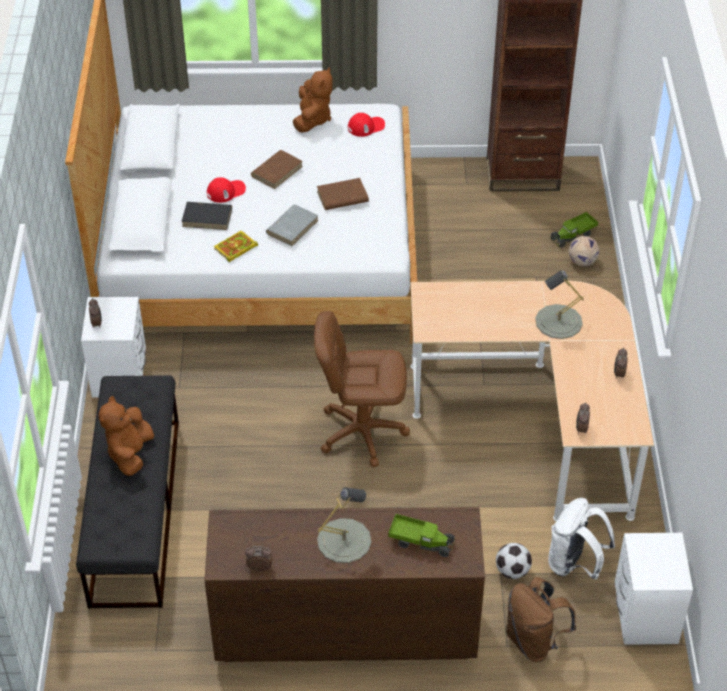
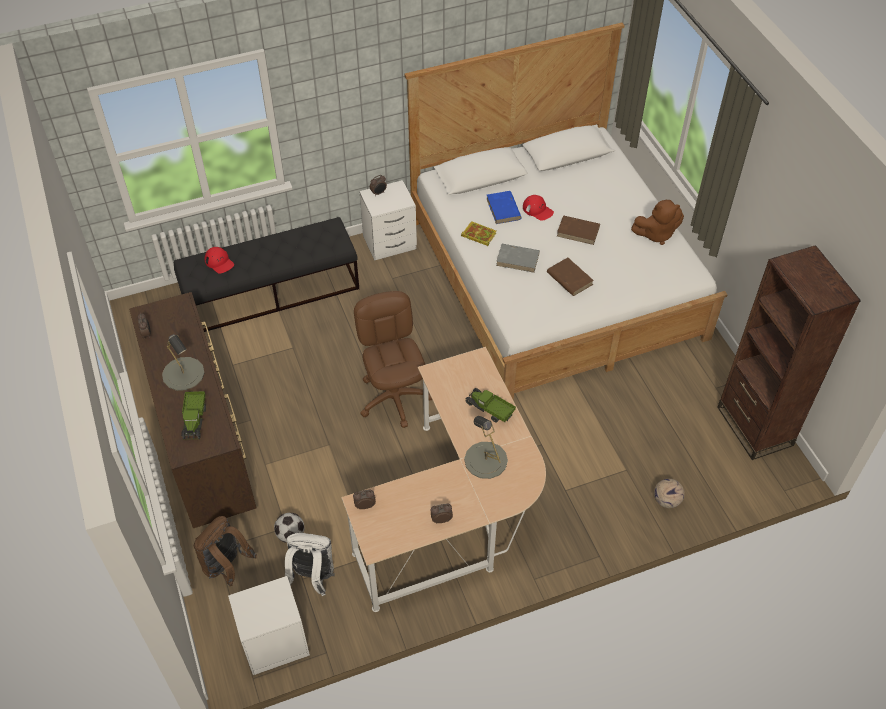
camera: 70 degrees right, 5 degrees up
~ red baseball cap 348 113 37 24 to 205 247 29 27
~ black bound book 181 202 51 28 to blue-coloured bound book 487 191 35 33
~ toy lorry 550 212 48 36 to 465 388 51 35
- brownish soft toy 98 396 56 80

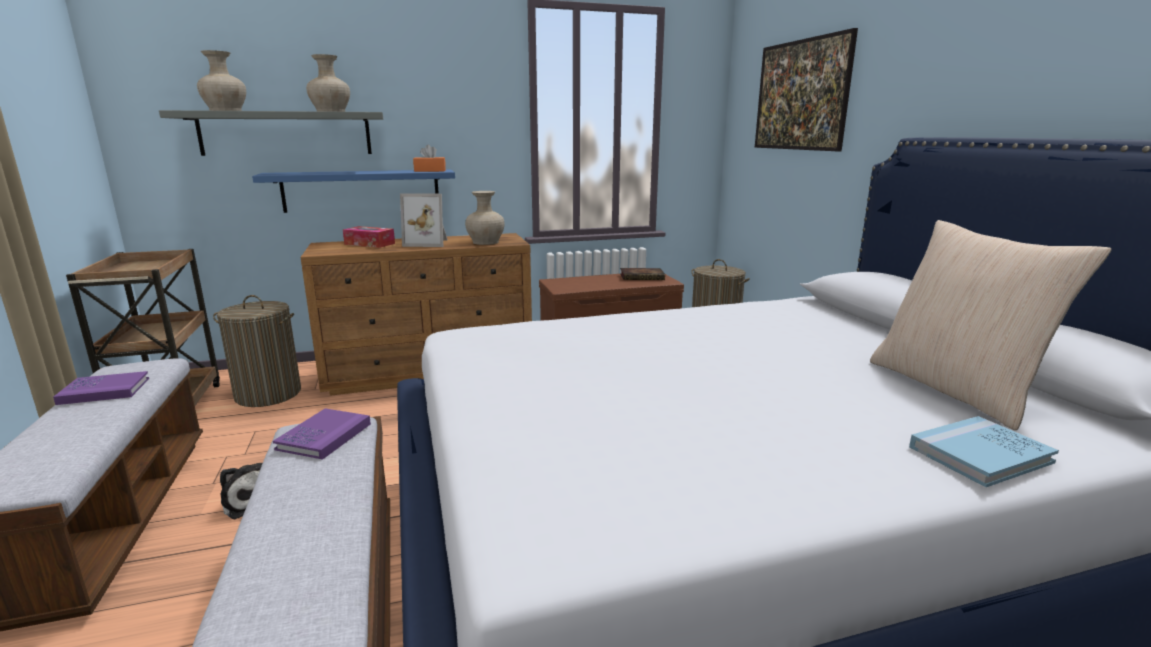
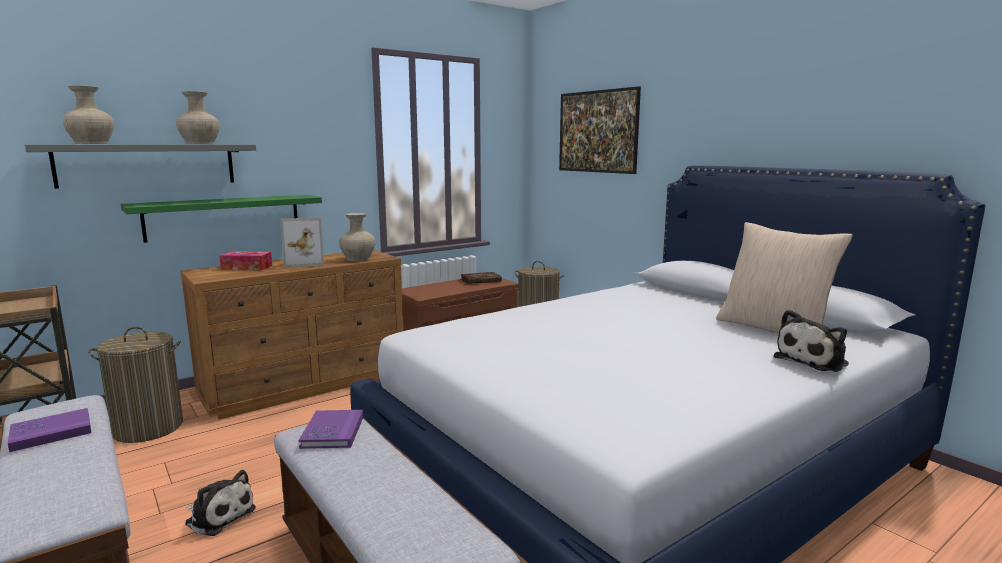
camera: 20 degrees left, 5 degrees down
- orange-coloured box of tissues 413 145 33 27
~ blue-coloured shelf 252 170 203 43 to green shelf 121 195 201 48
~ blue-coloured bound book 909 416 150 71 to soft toy 773 310 76 62

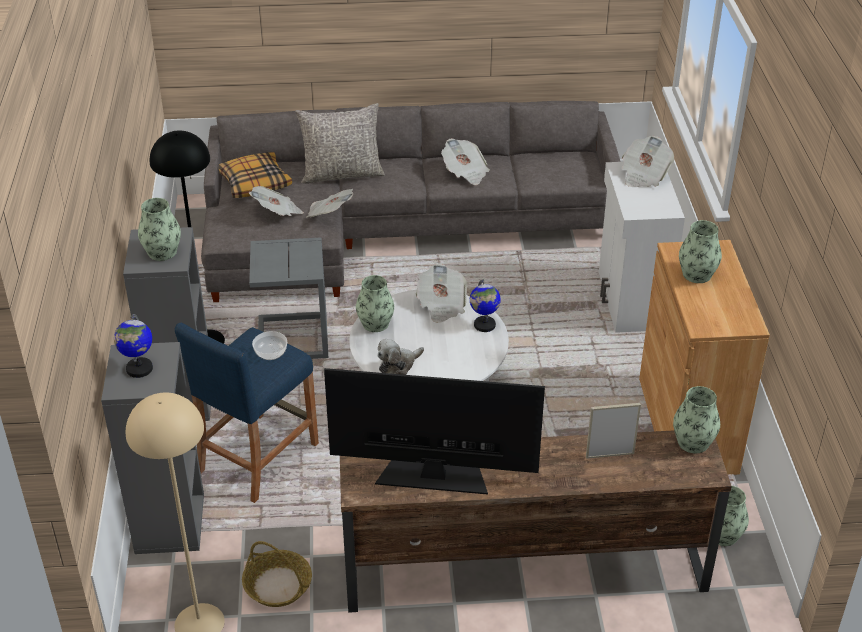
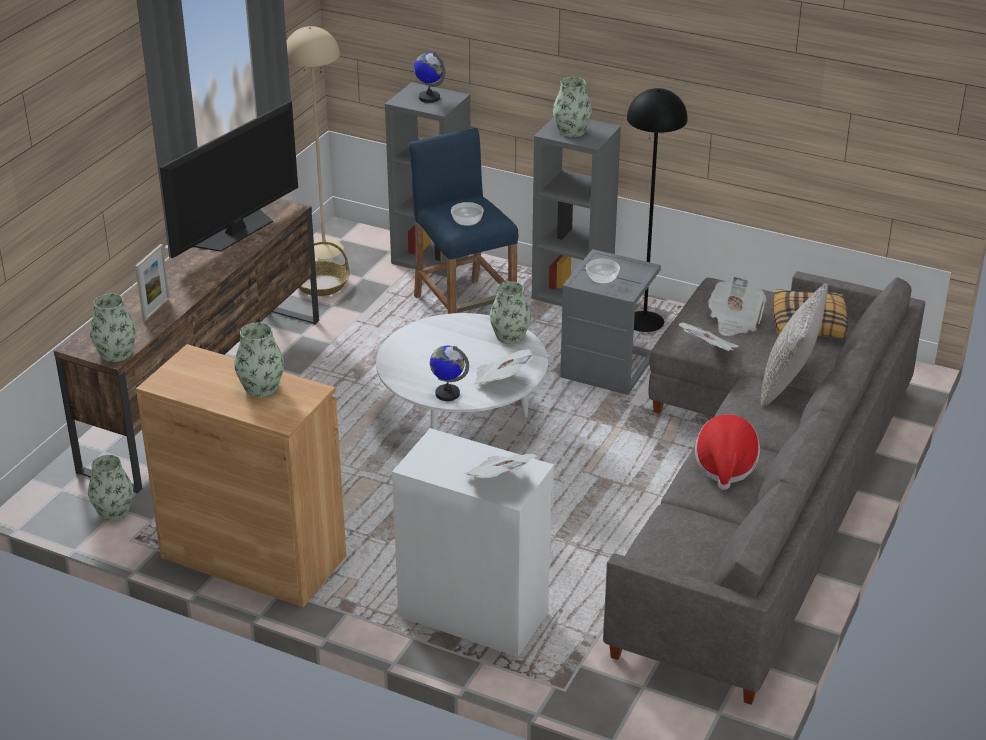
camera: 120 degrees right, 5 degrees down
~ newspaper 441 138 49 47 to clothing hat 695 414 65 76
- soft toy 377 339 47 36
+ deep dish 586 259 34 25

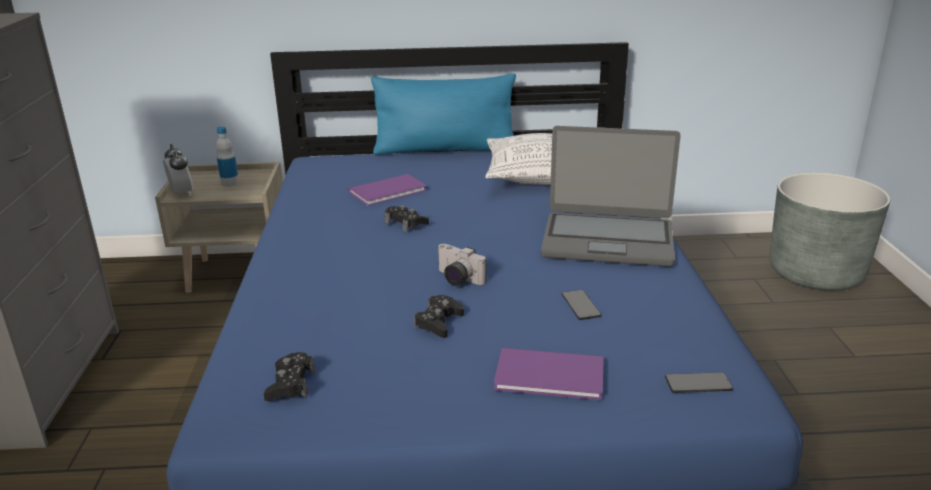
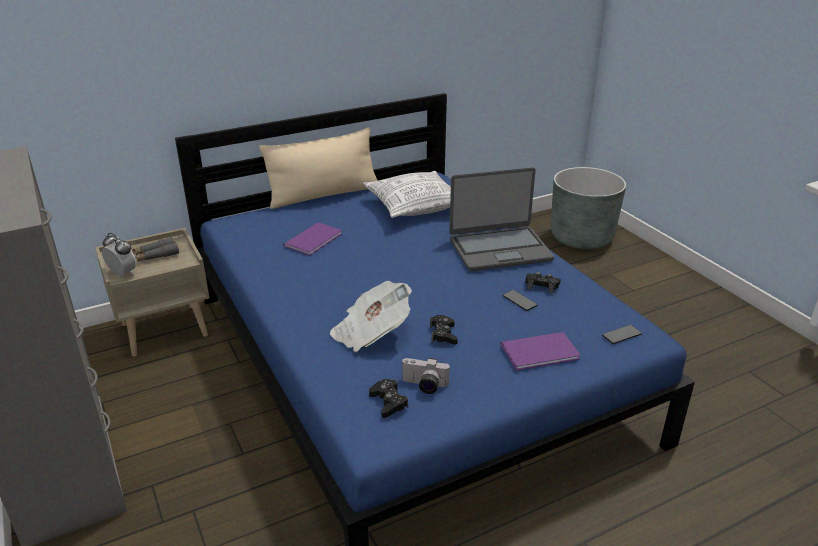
camera: 25 degrees left, 5 degrees up
~ blue-coloured cushion 371 73 145 82 to beige cushion 259 128 119 81
~ bottle 216 126 23 61 to gray field glasses 132 237 47 24
~ black game controller 384 205 45 27 to 525 272 36 21
~ photo camera 437 244 50 42 to 401 358 49 36
+ newspaper 330 281 82 71

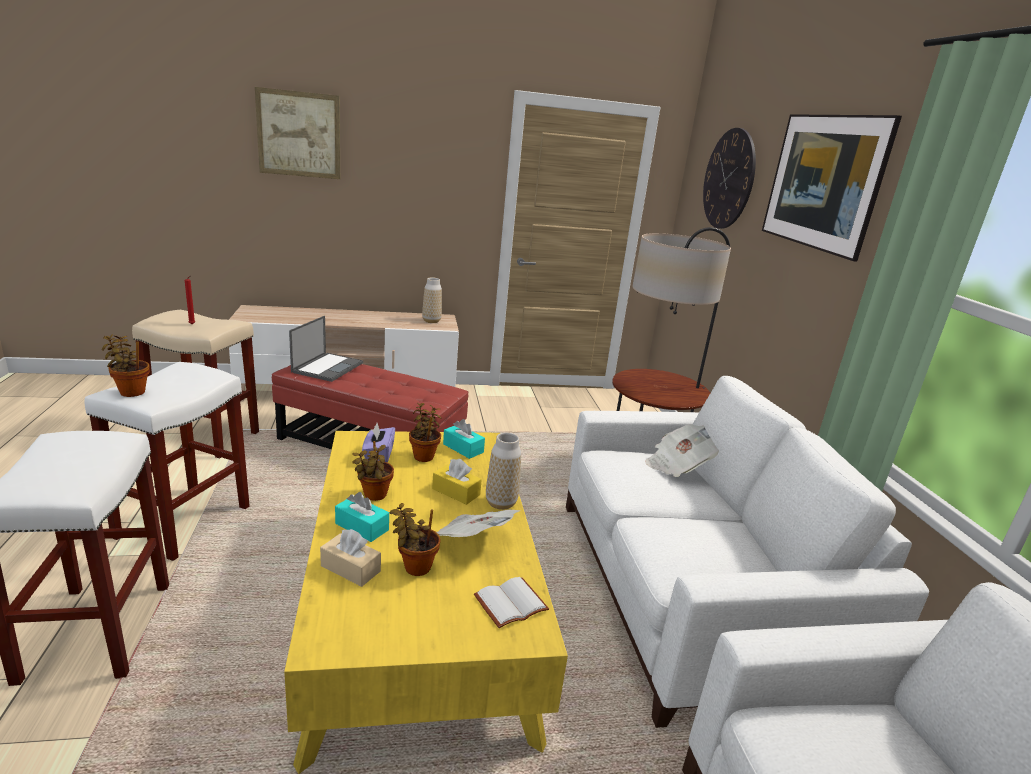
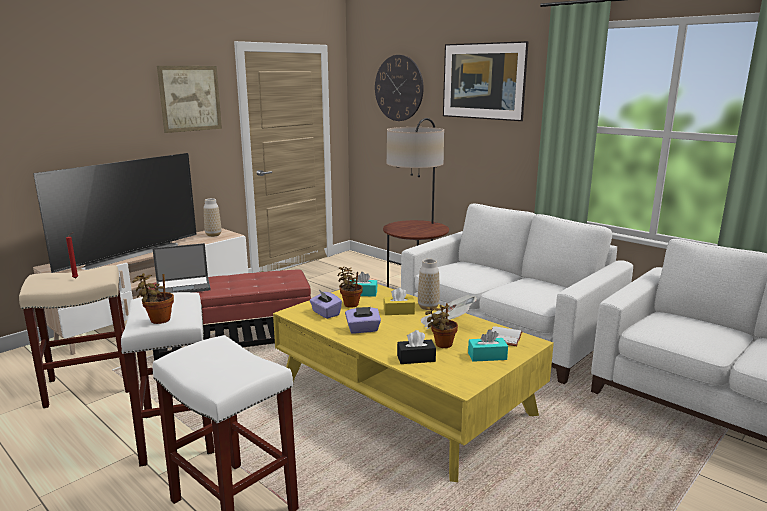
camera: 35 degrees left, 5 degrees down
~ wall picture 255 87 85 92 to 157 66 65 67
~ laptop 289 316 74 66 = 152 243 59 50 90 degrees clockwise
- newspaper 645 424 74 53
~ potted plant 352 441 42 60 to purplish box of tissues 345 307 36 27
~ turquoise box of tissues 335 492 54 50 to 468 329 40 33
~ beige box of tissues 320 529 61 58 to black box of tissues 397 330 39 34
+ TV 33 153 164 120

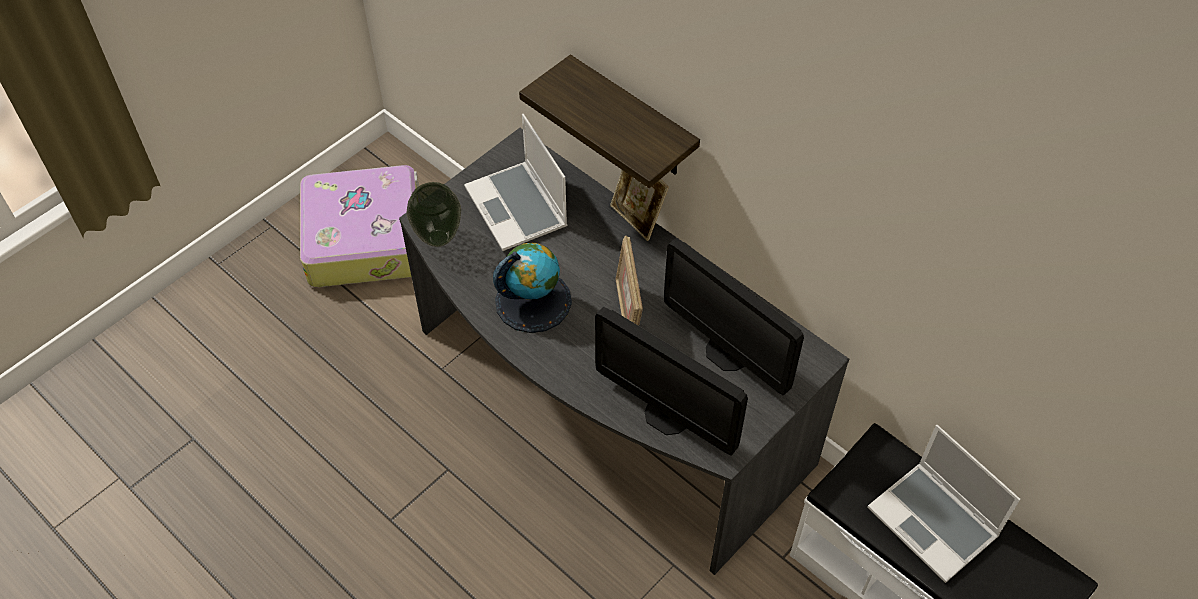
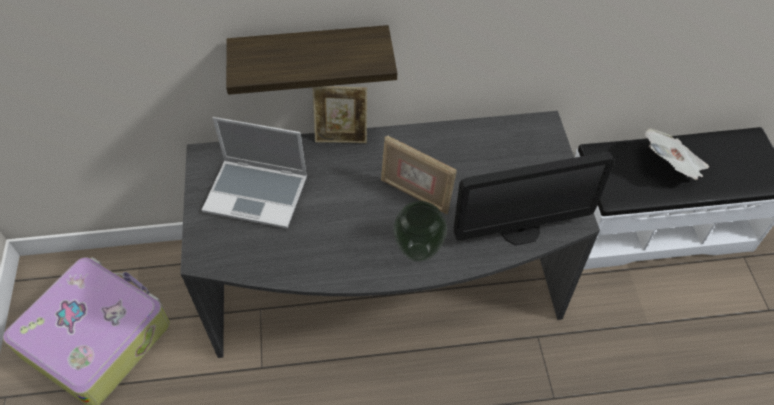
camera: 50 degrees left, 0 degrees up
~ flower vase 407 182 54 65 to 393 201 54 61
- monitor 664 238 140 158
- globe 493 243 79 90
~ laptop 868 425 152 158 to newspaper 645 129 64 51

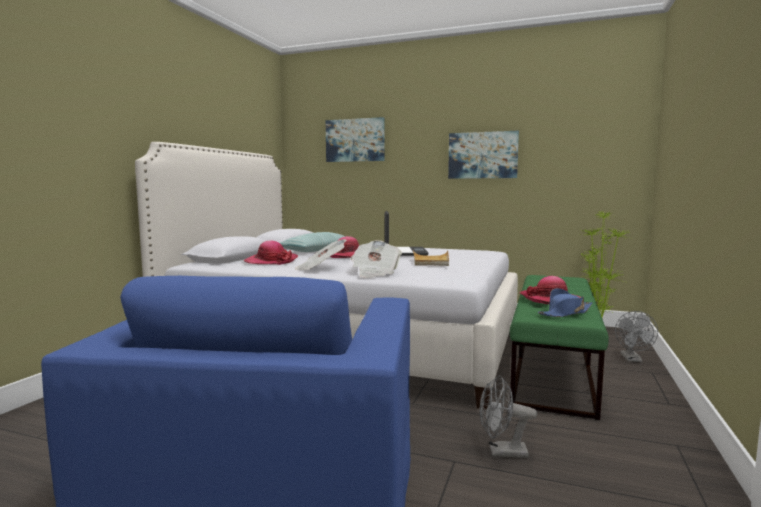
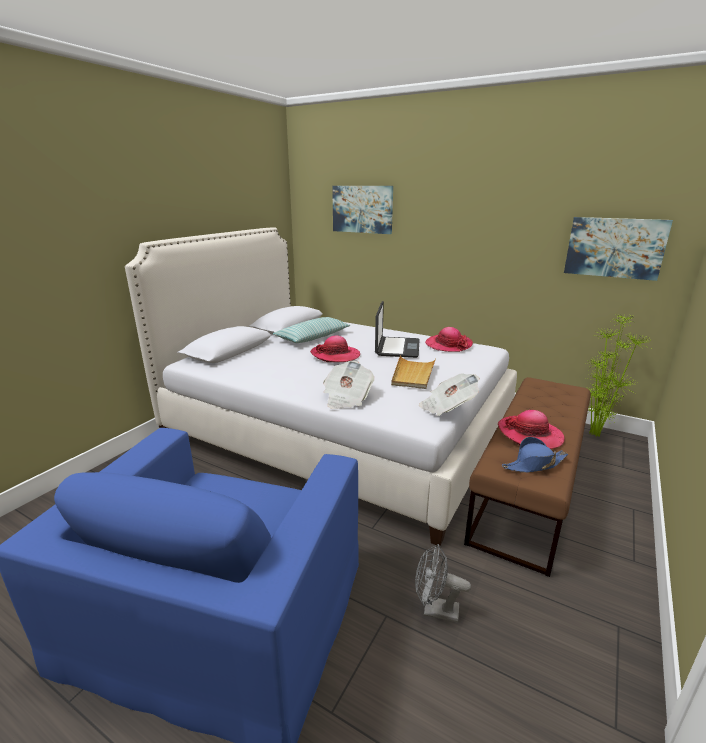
camera: 10 degrees right, 15 degrees up
~ wall picture 448 131 71 48 to 564 217 109 64
~ newspaper 295 239 52 31 to 419 373 61 43
~ clothing hat 244 241 54 24 to 425 327 48 25
~ green long seat 510 275 99 145 to brownish long seat 464 377 127 200
- gray electric fan 615 311 43 51

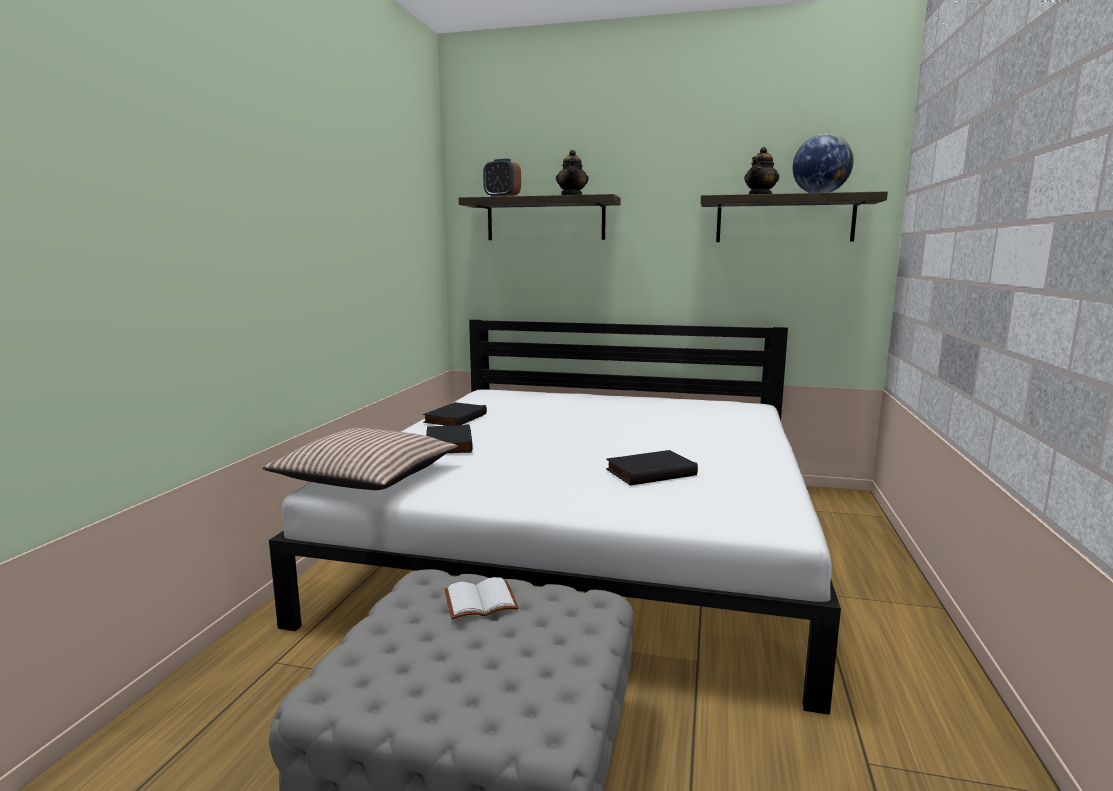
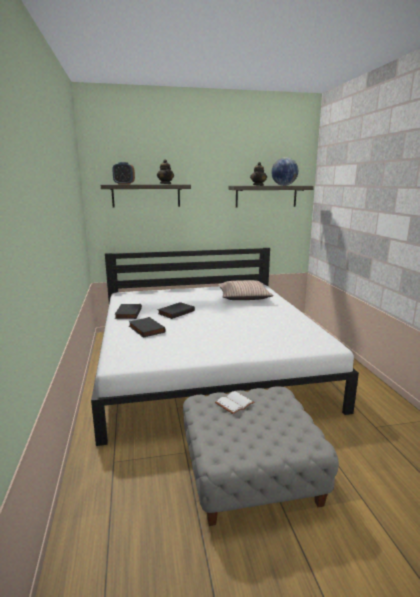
camera: 25 degrees left, 5 degrees up
~ cushion 262 428 196 62 to 218 280 56 20
~ black bound book 606 450 92 35 to 157 302 38 17

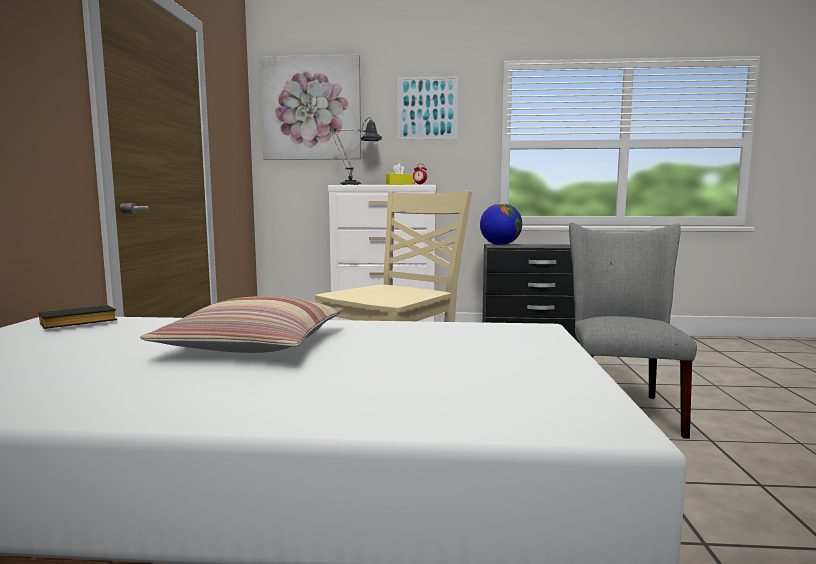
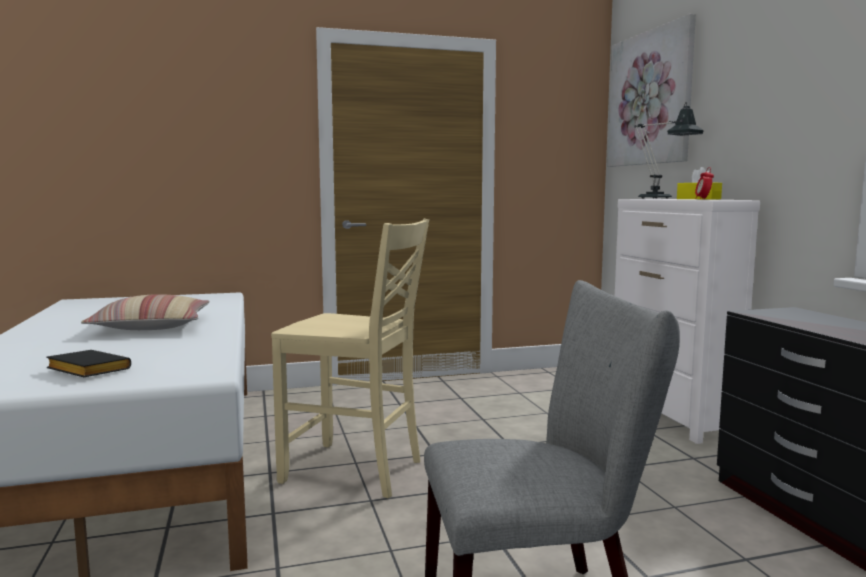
camera: 70 degrees right, 0 degrees up
- wall picture 397 76 61 64
- globe 480 203 42 42
~ black bound book 39 305 78 24 to 46 350 85 27

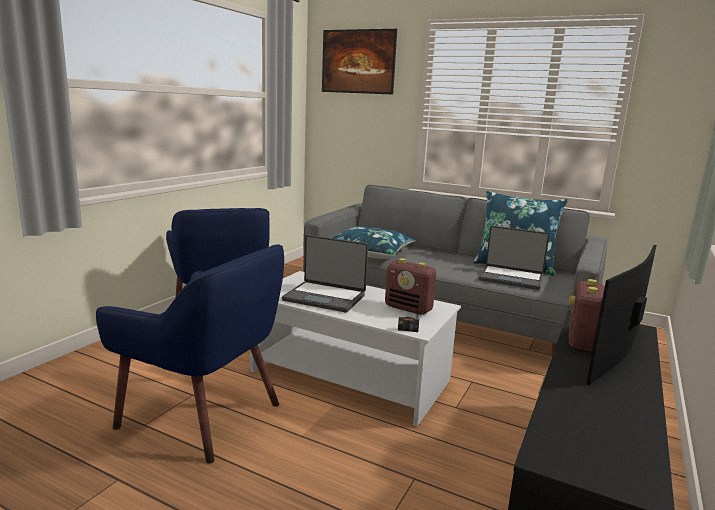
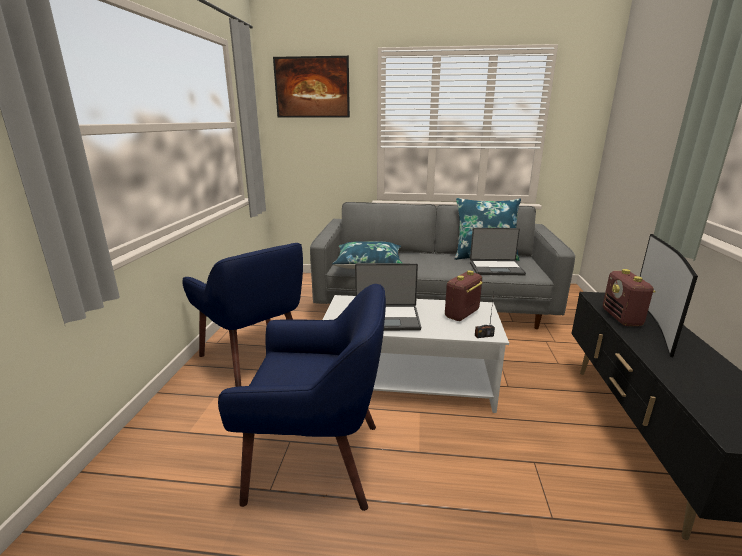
camera: 20 degrees left, 5 degrees up
~ radio receiver 385 258 51 57 = 445 270 38 51 120 degrees clockwise

